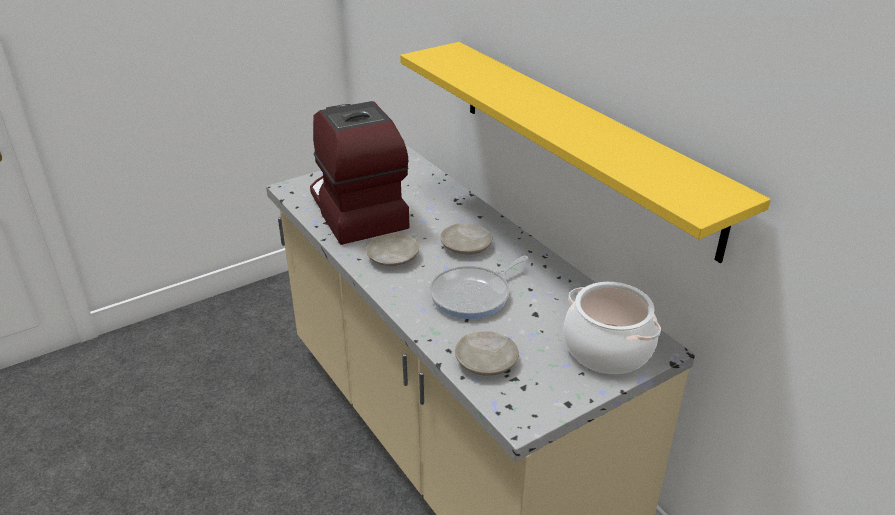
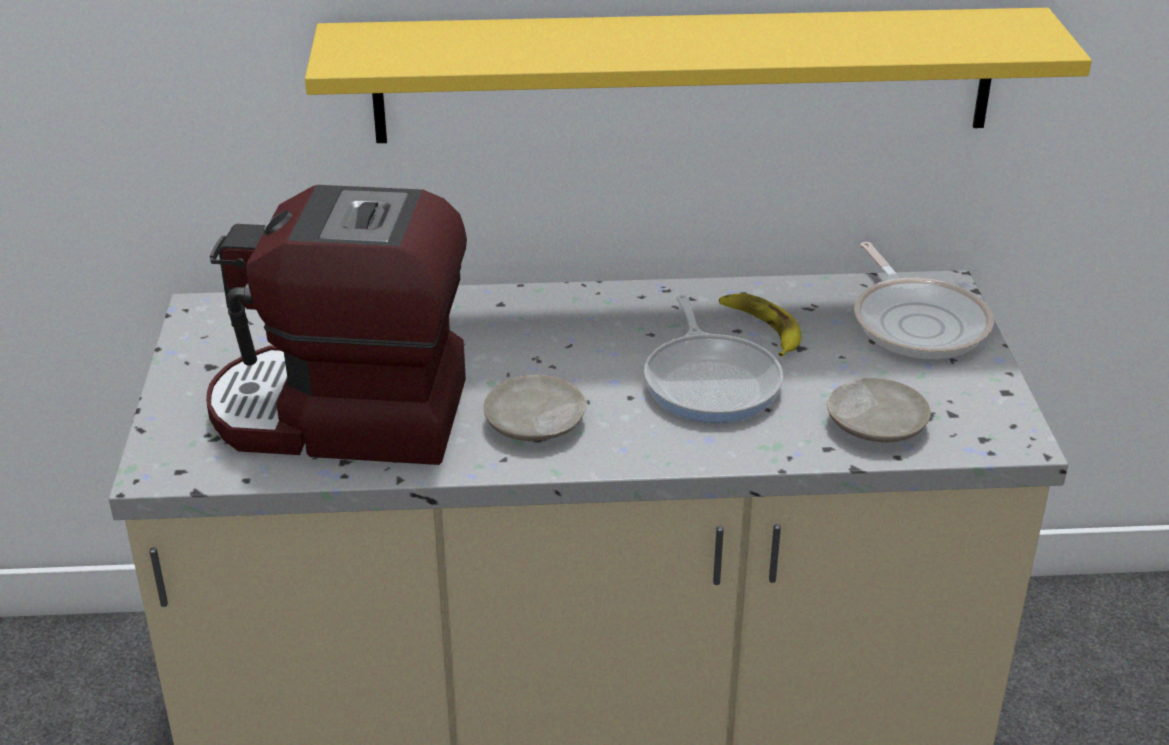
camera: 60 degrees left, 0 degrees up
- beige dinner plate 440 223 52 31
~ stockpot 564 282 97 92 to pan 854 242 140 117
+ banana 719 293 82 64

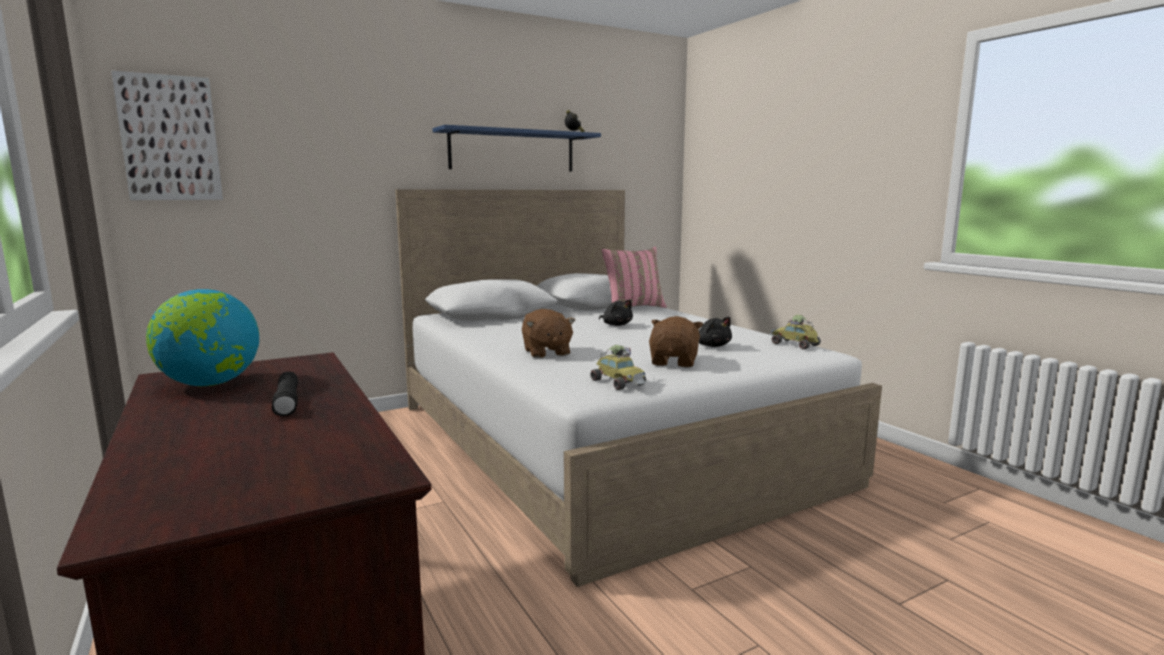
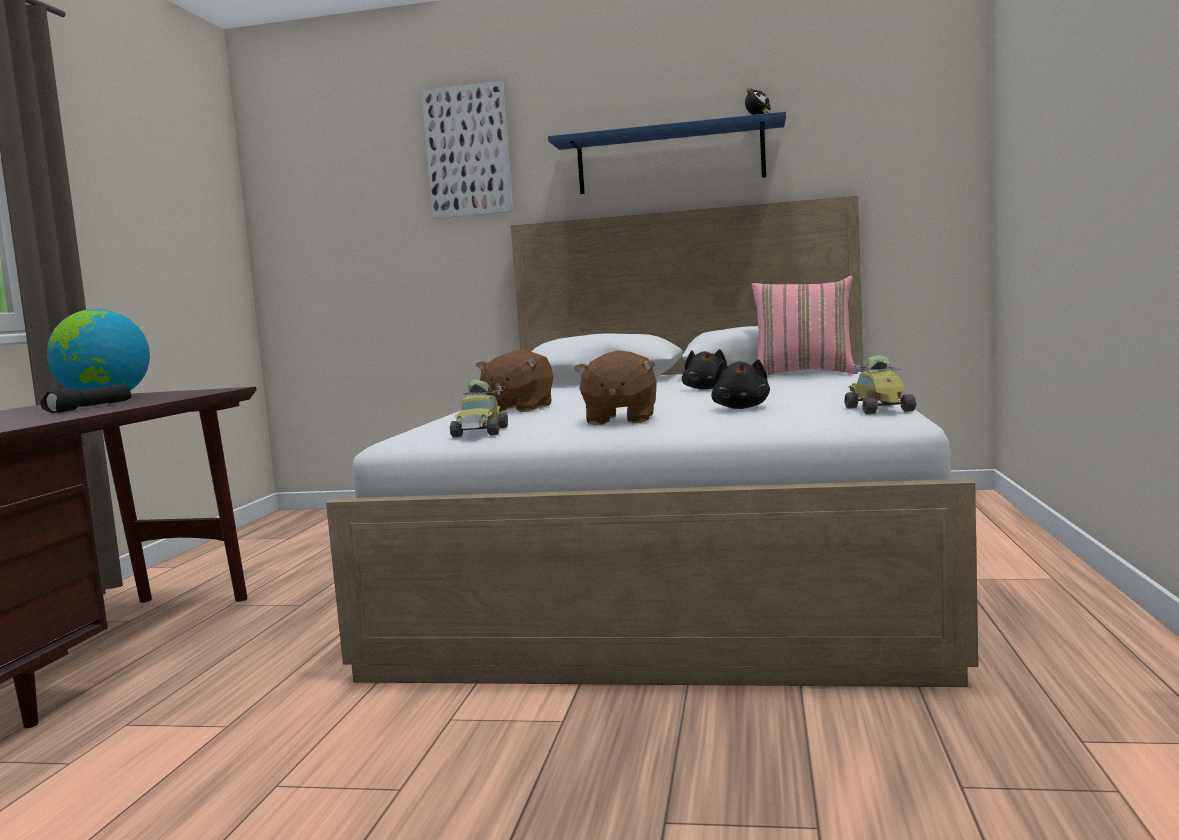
camera: 40 degrees right, 5 degrees down
~ wall picture 111 71 112 129 to 421 81 92 138
~ brownish soft toy 649 316 54 51 = 574 350 83 75 135 degrees clockwise

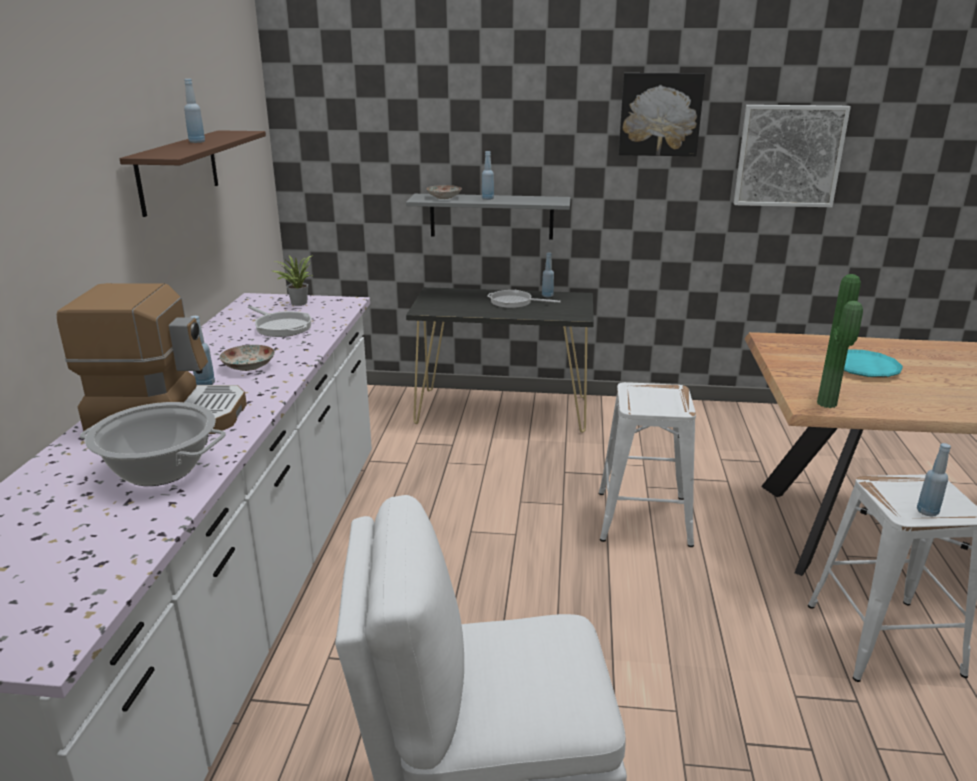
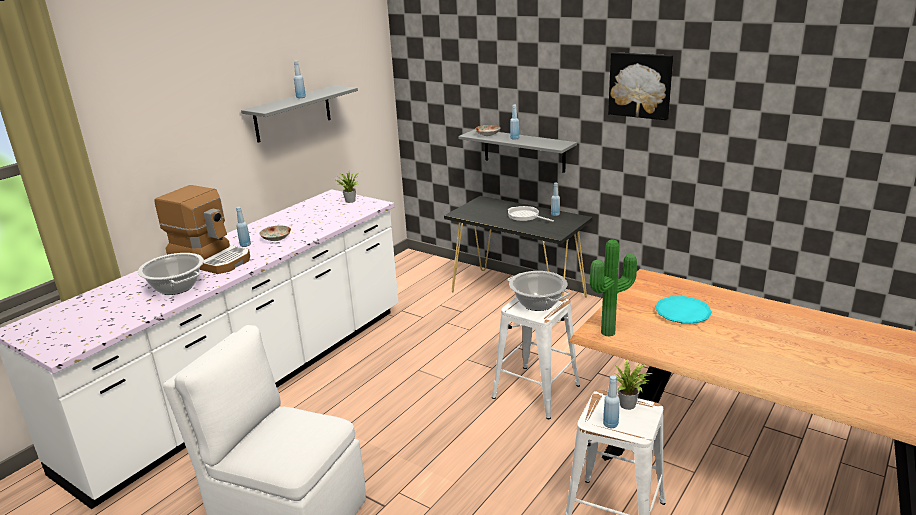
camera: 30 degrees right, 0 degrees up
- wall picture 734 105 117 102
~ brownish shelf 119 130 147 87 to gray shelf 241 85 117 58
- pan 248 306 63 31
+ stockpot 507 271 63 40
+ potted plant 615 358 38 52

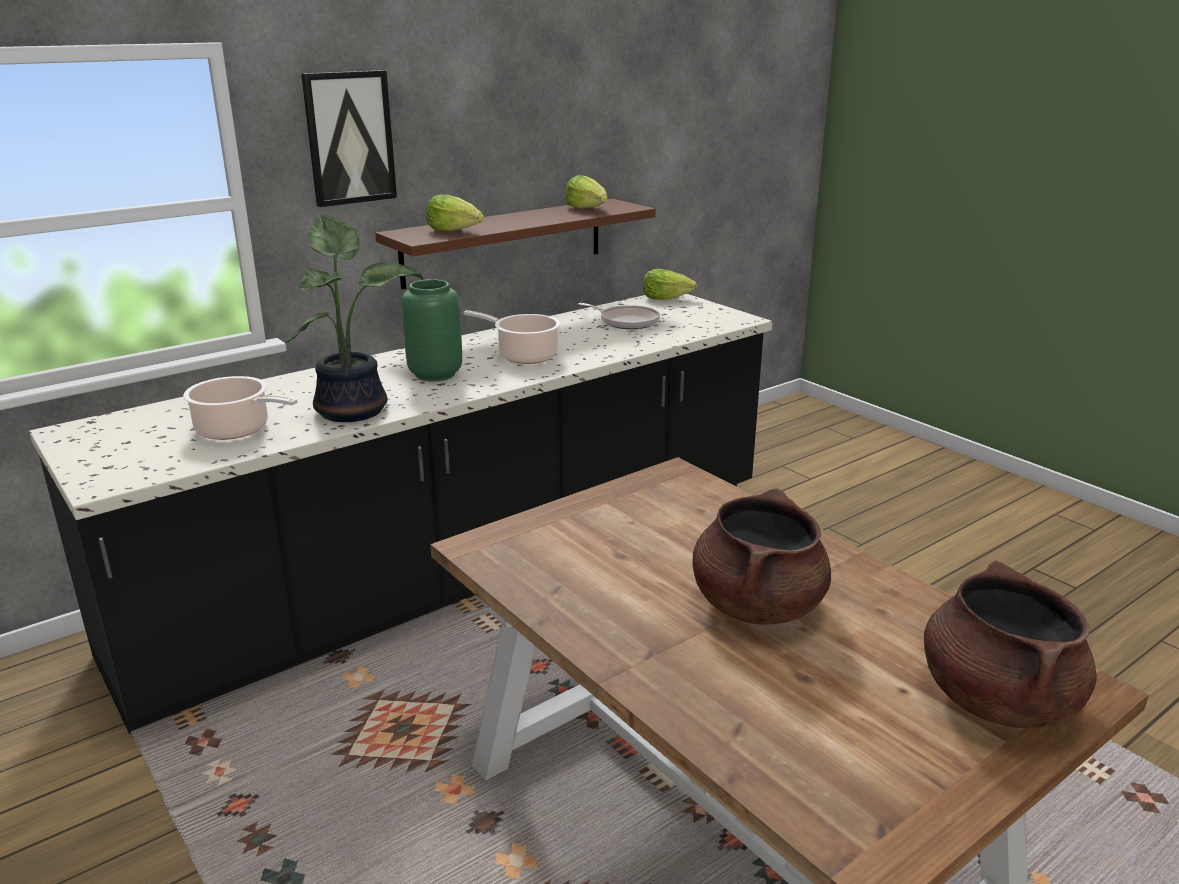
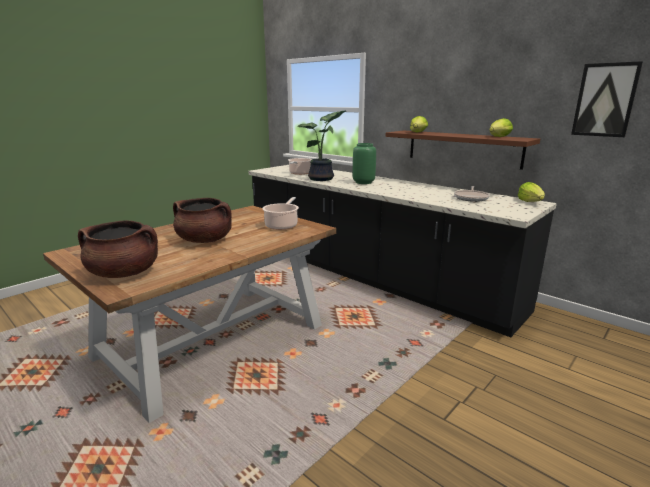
camera: 80 degrees right, 5 degrees down
~ wall picture 301 70 96 137 to 571 61 72 76
~ stockpot 463 310 97 54 to 262 197 37 33

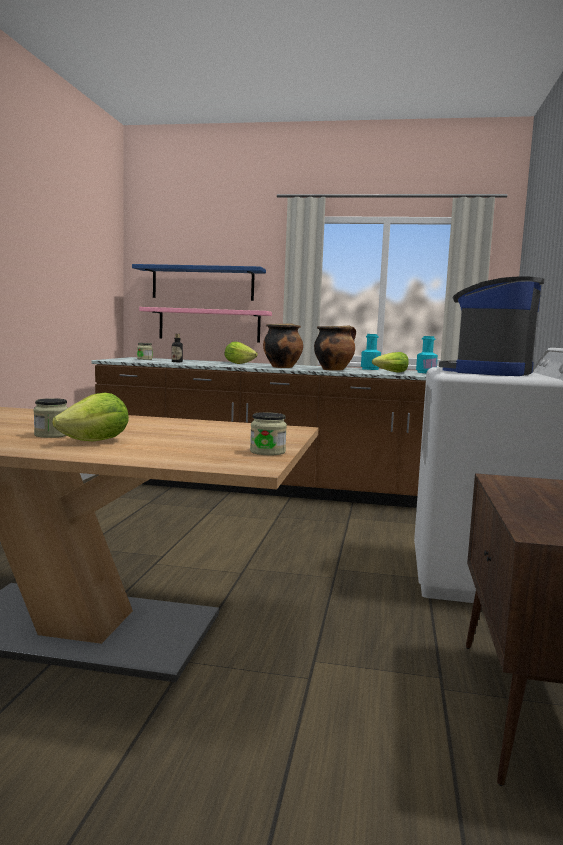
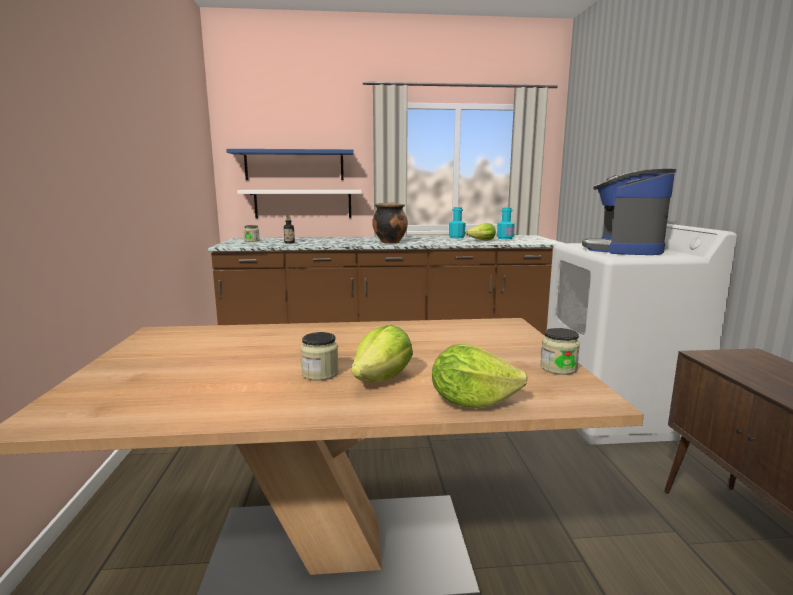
camera: 15 degrees left, 5 degrees up
~ pink-coloured shelf 139 307 133 36 to white-coloured shelf 237 190 125 28
- stockpot 314 326 42 45
~ head of lettuce 225 342 33 22 to 432 344 96 64

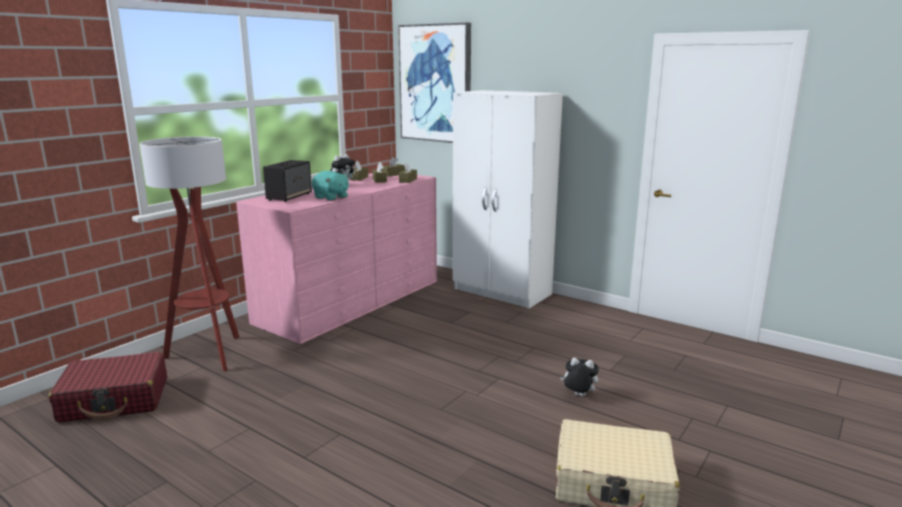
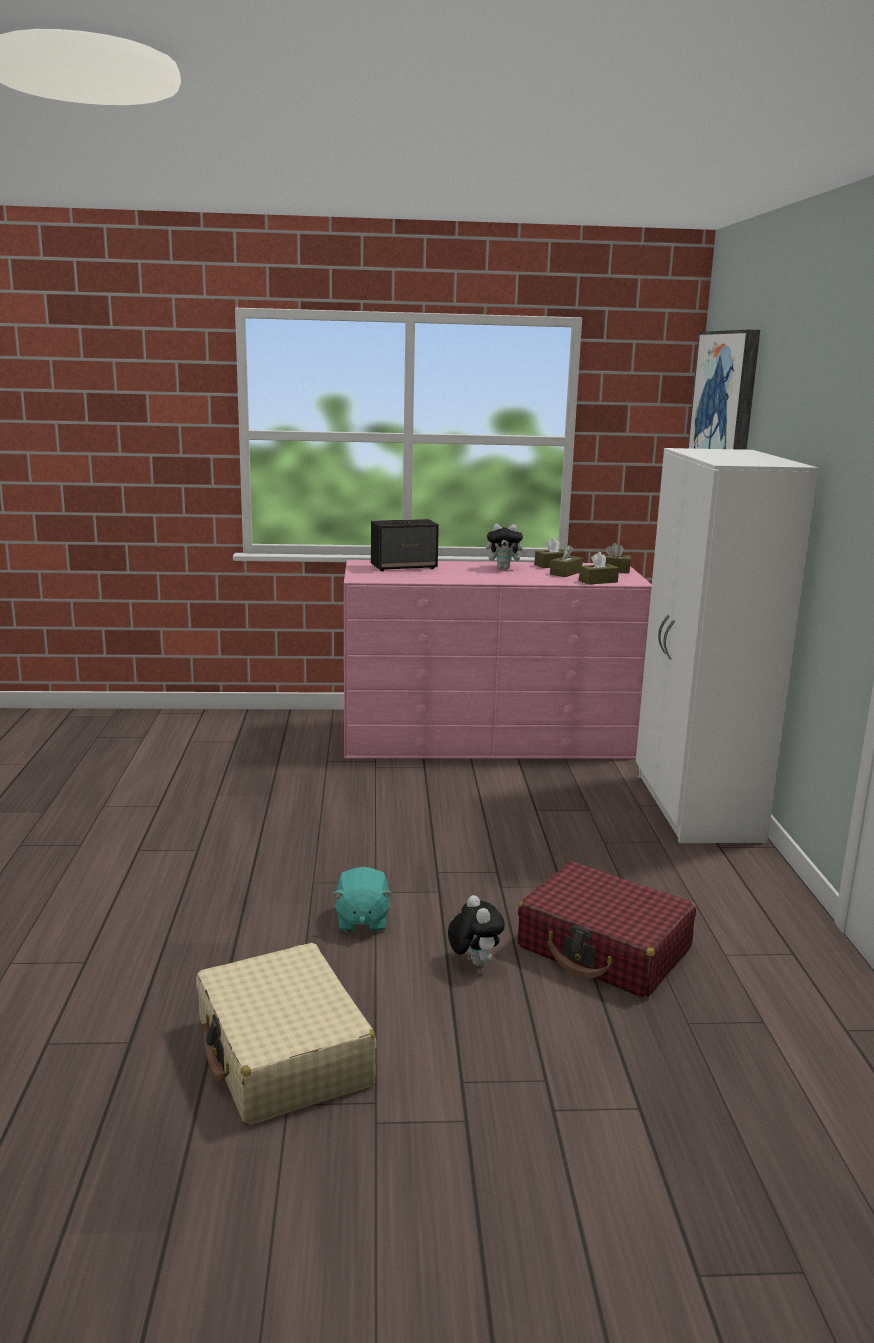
camera: 50 degrees right, 0 degrees up
- floor lamp 140 136 99 236
~ turquoise soft toy 312 171 37 30 to 332 867 61 65
~ red piece of luggage 49 352 118 71 to 518 861 178 137

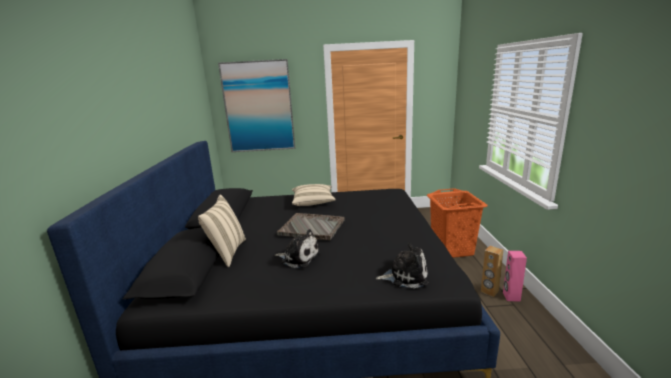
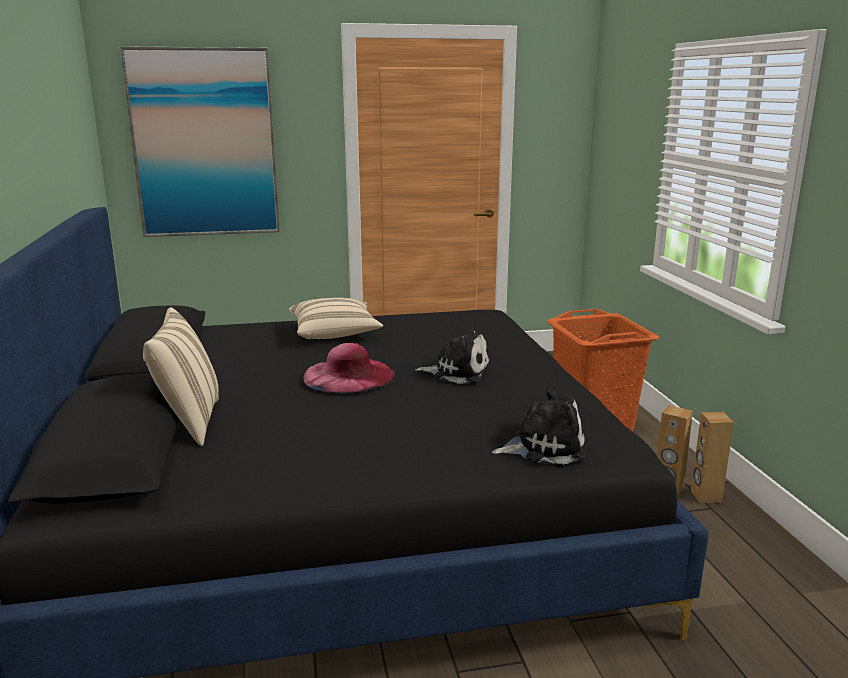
camera: 10 degrees left, 0 degrees up
~ gray carrying tray 277 213 68 27 to pink-coloured clothing hat 303 343 92 51
~ soft toy 275 229 45 39 to 415 327 74 57
~ pink-coloured loudspeaker 503 251 24 51 to brownish loudspeaker 691 412 43 91

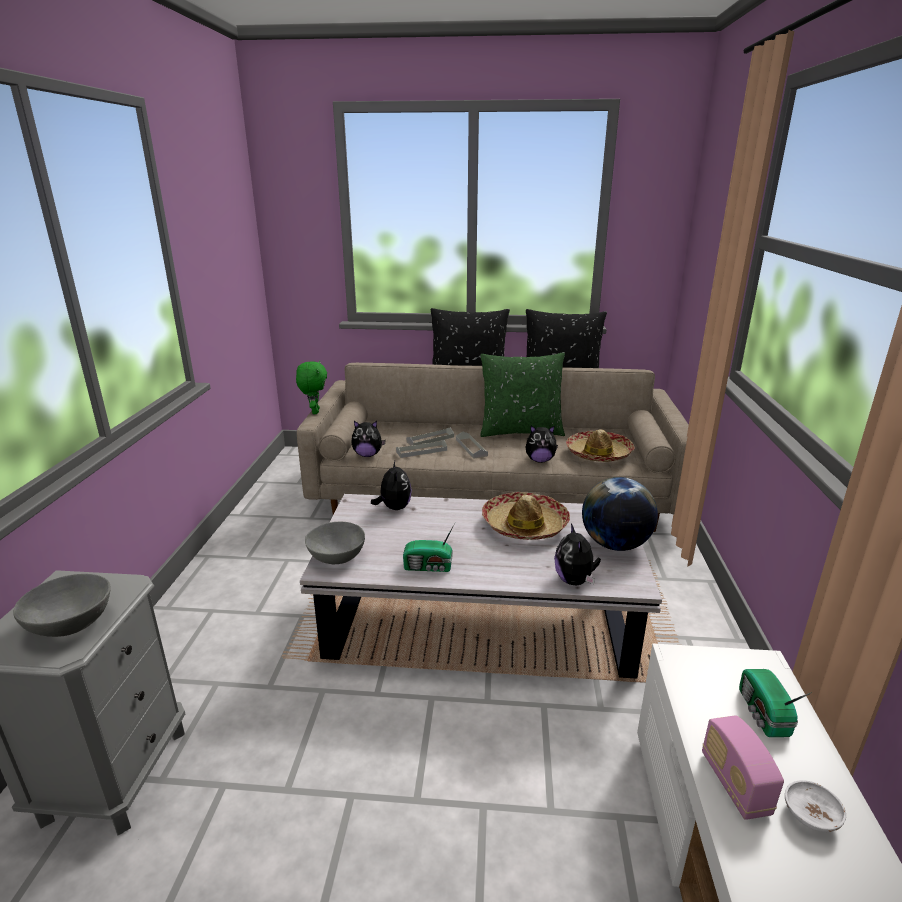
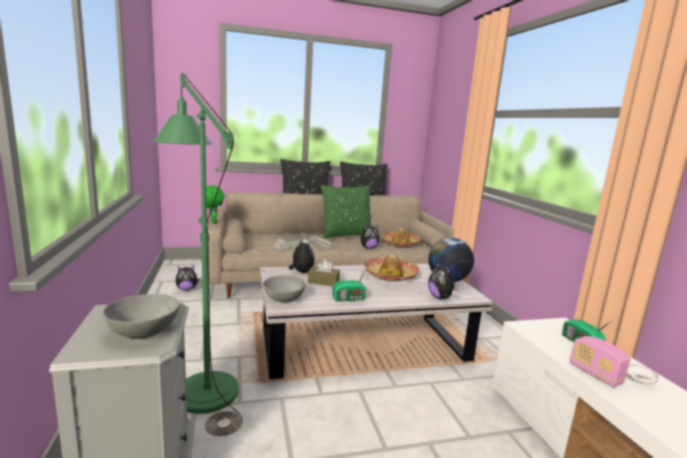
camera: 20 degrees left, 10 degrees down
~ soft toy 352 421 34 36 to 175 266 25 25
+ green floor lamp 153 73 89 363
+ brownish box of tissues 308 259 32 28

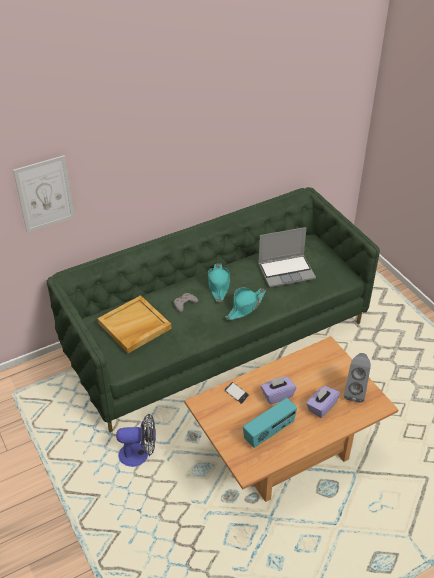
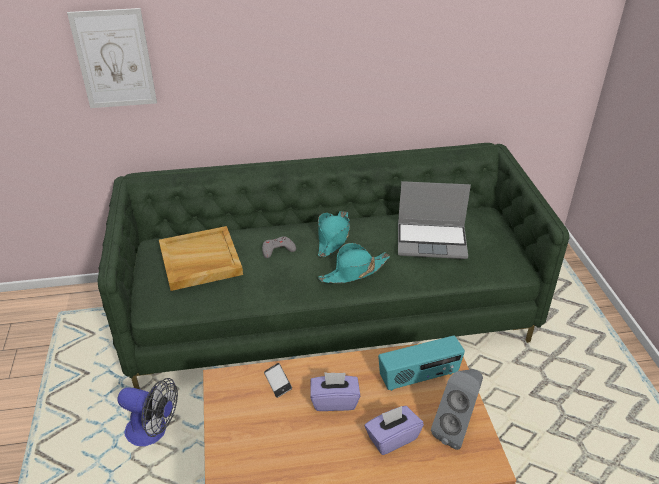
camera: 20 degrees right, 5 degrees down
~ radio receiver 243 398 54 50 to 378 336 87 55

